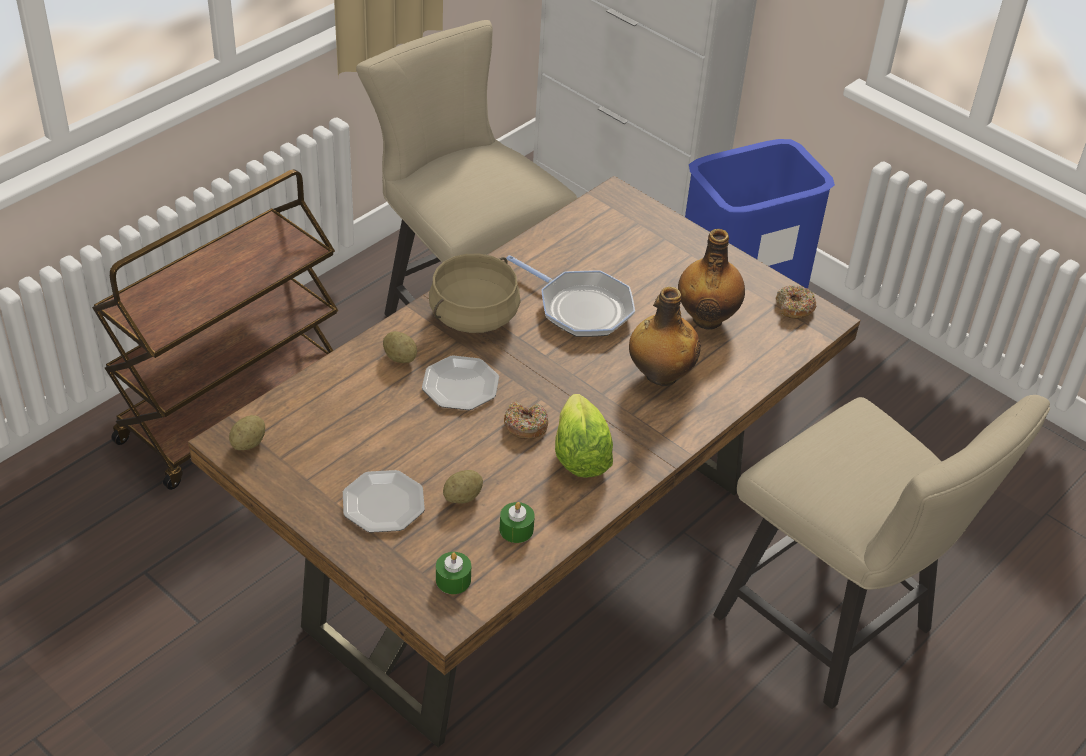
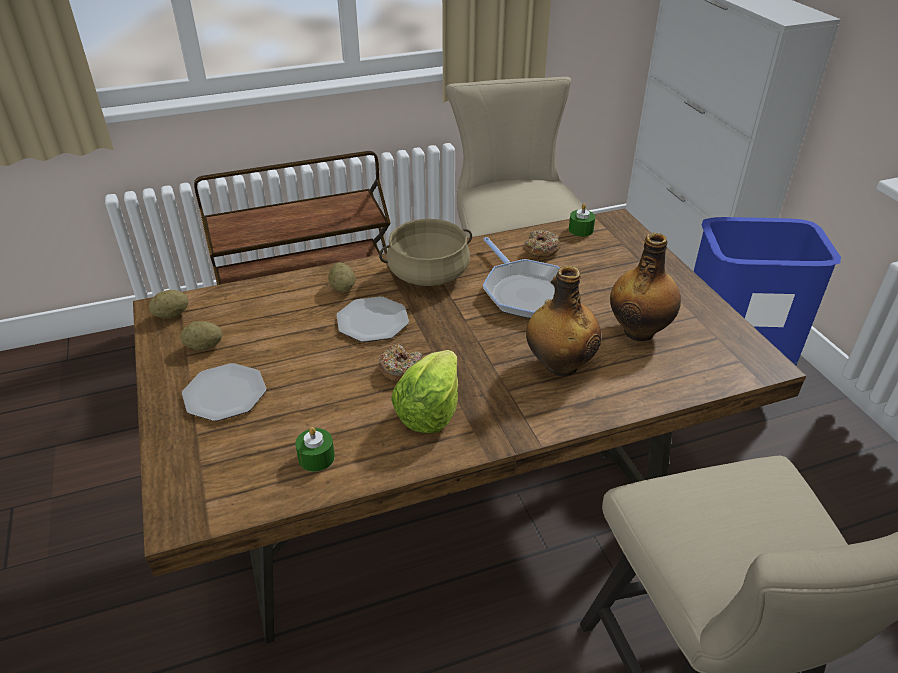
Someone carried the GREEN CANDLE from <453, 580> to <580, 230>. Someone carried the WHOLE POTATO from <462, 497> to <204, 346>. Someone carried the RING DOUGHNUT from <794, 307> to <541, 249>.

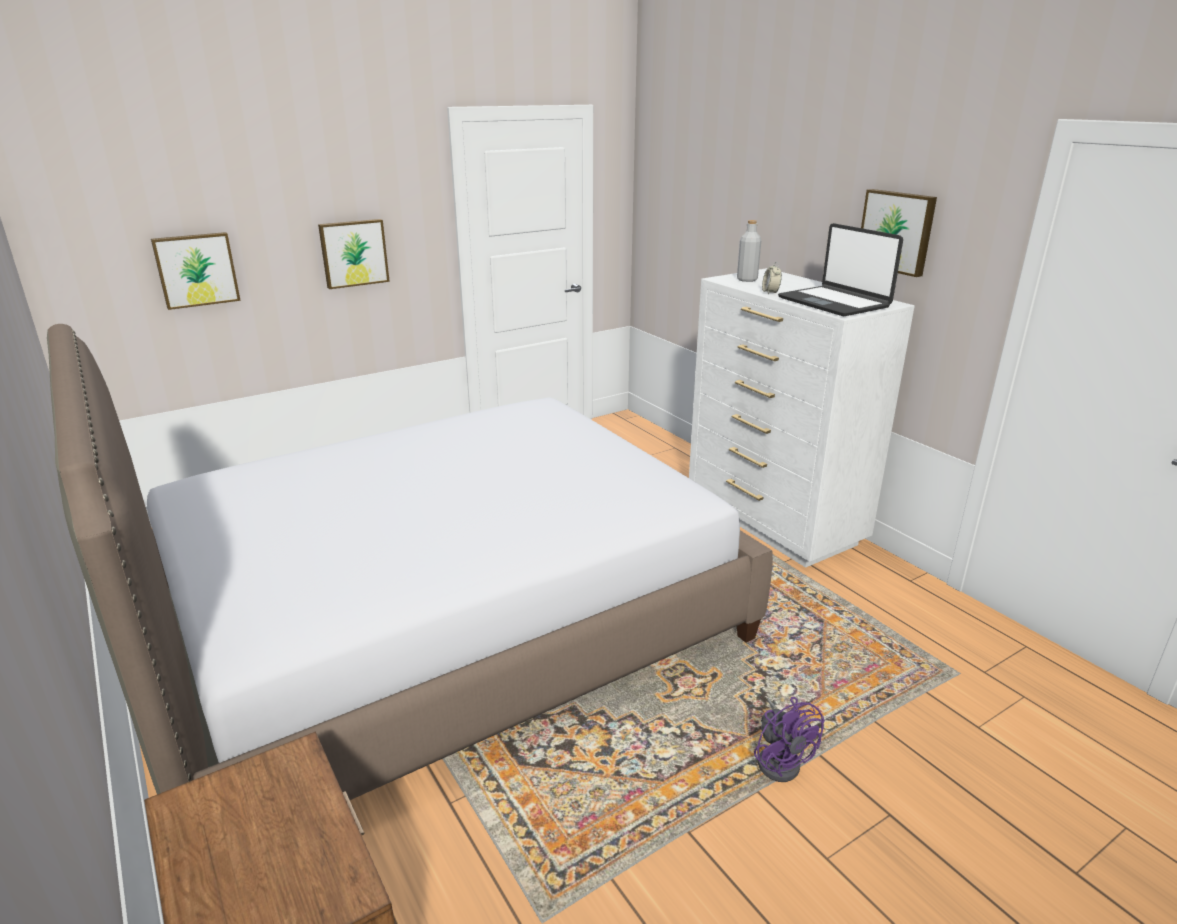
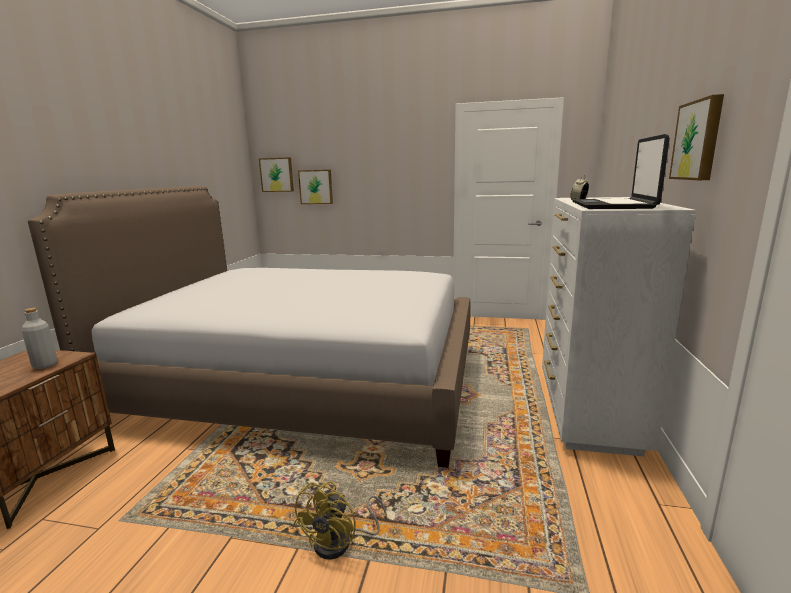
Someone carried the PICTURE from <353, 253> to <277, 175>. Someone carried the GREY BEVERAGE BOTTLE from <747, 279> to <45, 365>. Someone repainted the PURPLE FAN at <780, 759>, which became the YELLOW-COLOURED FAN at <340, 543>.

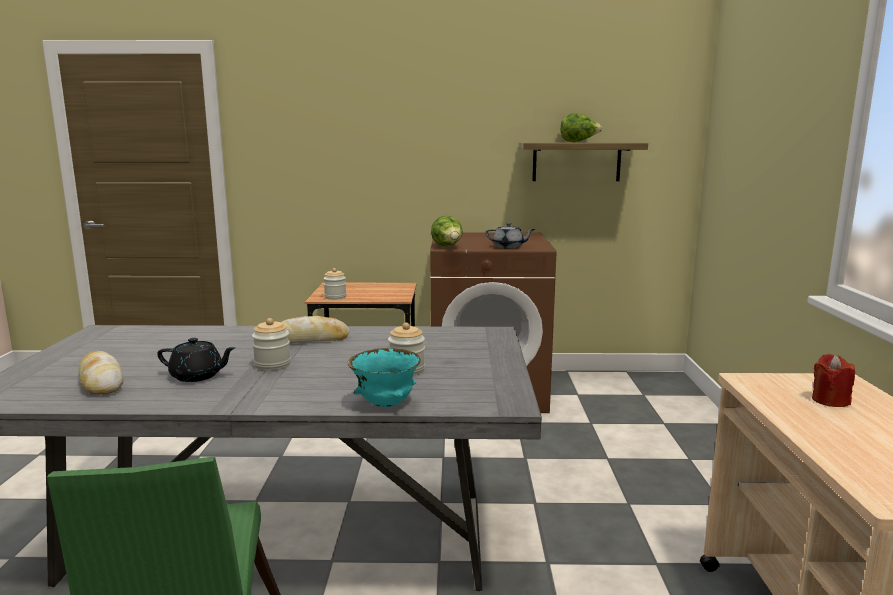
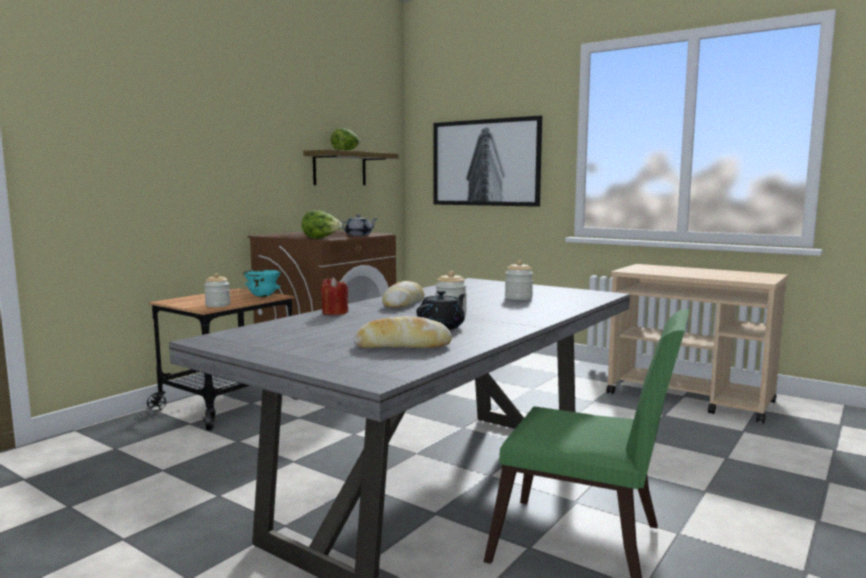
Someone carried the TURQUOISE-COLOURED BOWL from <385, 404> to <262, 297>. Someone carried the RED CANDLE from <830, 400> to <334, 313>. Someone put up the PICTURE at <485, 162>.

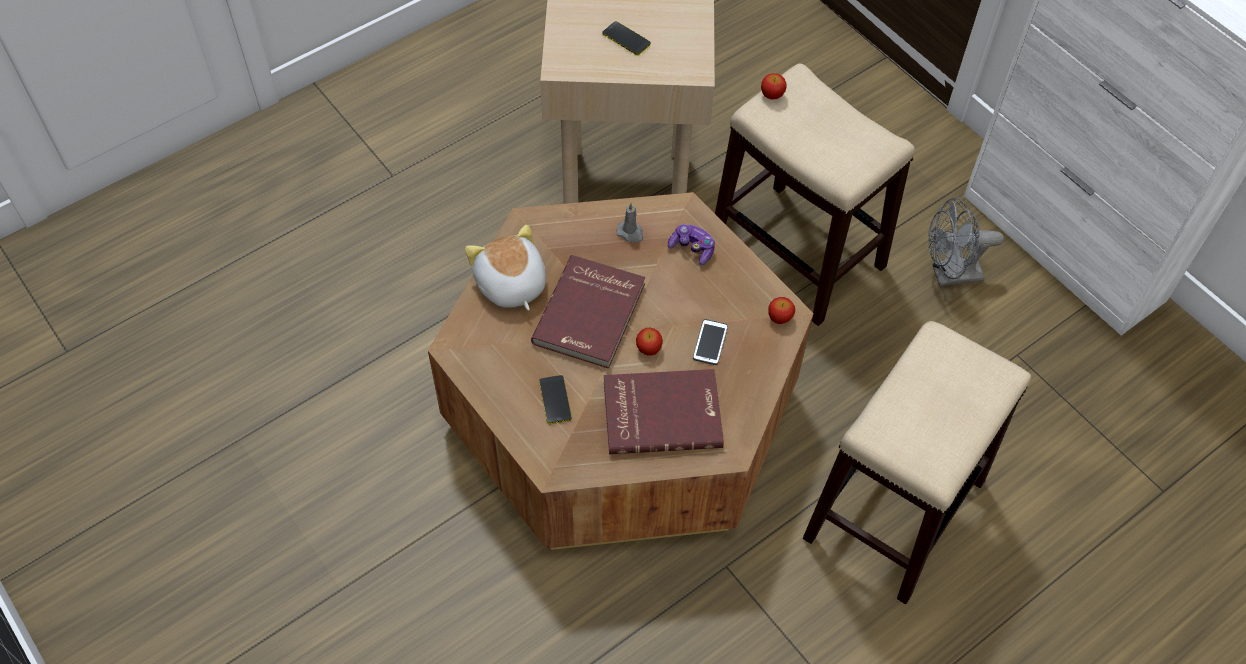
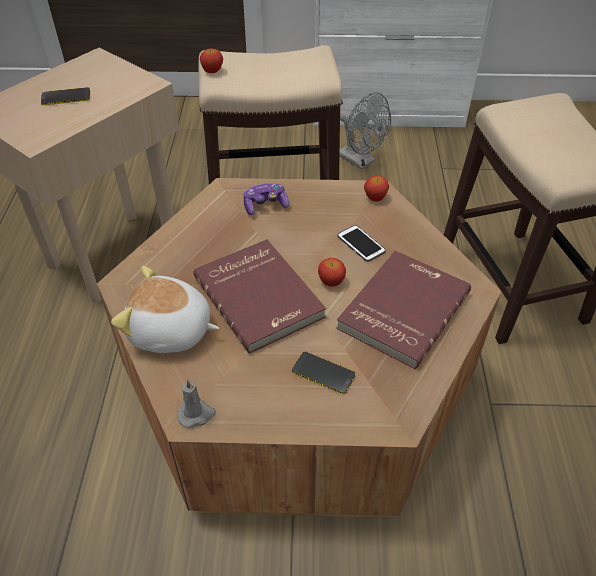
Someone carried the GREY CANDLE from <631, 233> to <196, 414>. Someone rotated the GREY FAN at <949, 275> by 75 degrees counterclockwise.

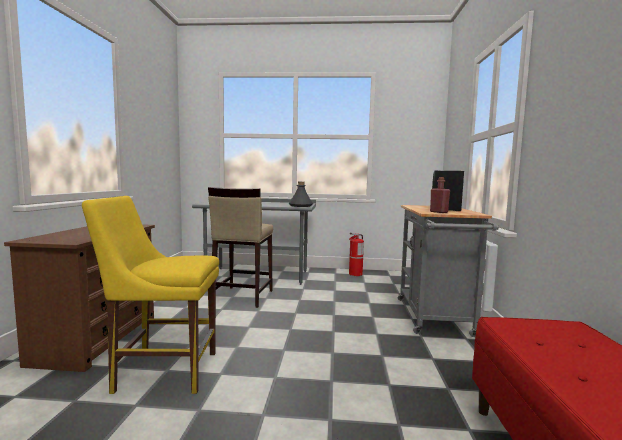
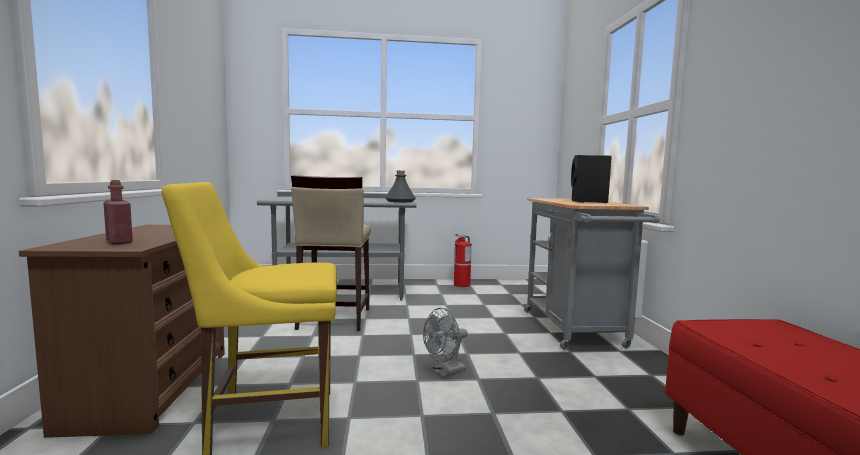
Someone carried the RED BEVERAGE BOTTLE from <438, 212> to <119, 242>. Someone put down the GREY FAN at <445, 372>.

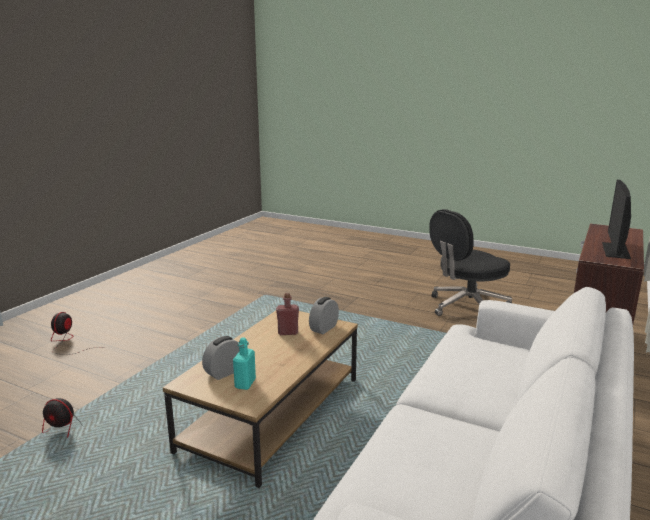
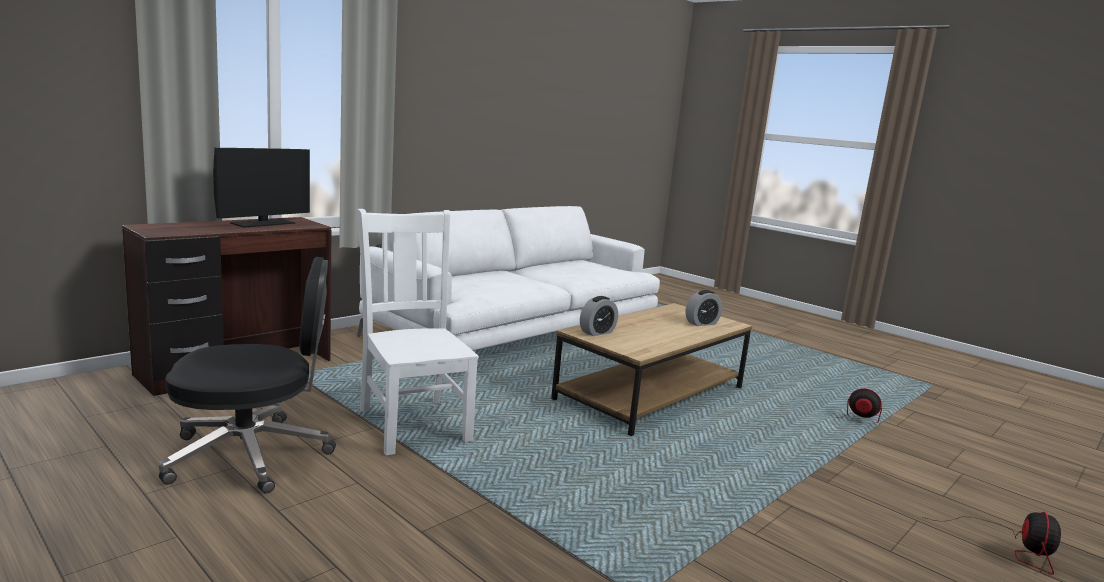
Someone took away the TURQUOISE-COLOURED BEVERAGE BOTTLE at <245, 384>. Someone took away the RED BEVERAGE BOTTLE at <288, 332>. Someone put down the WHITISH CHAIR at <413, 423>.

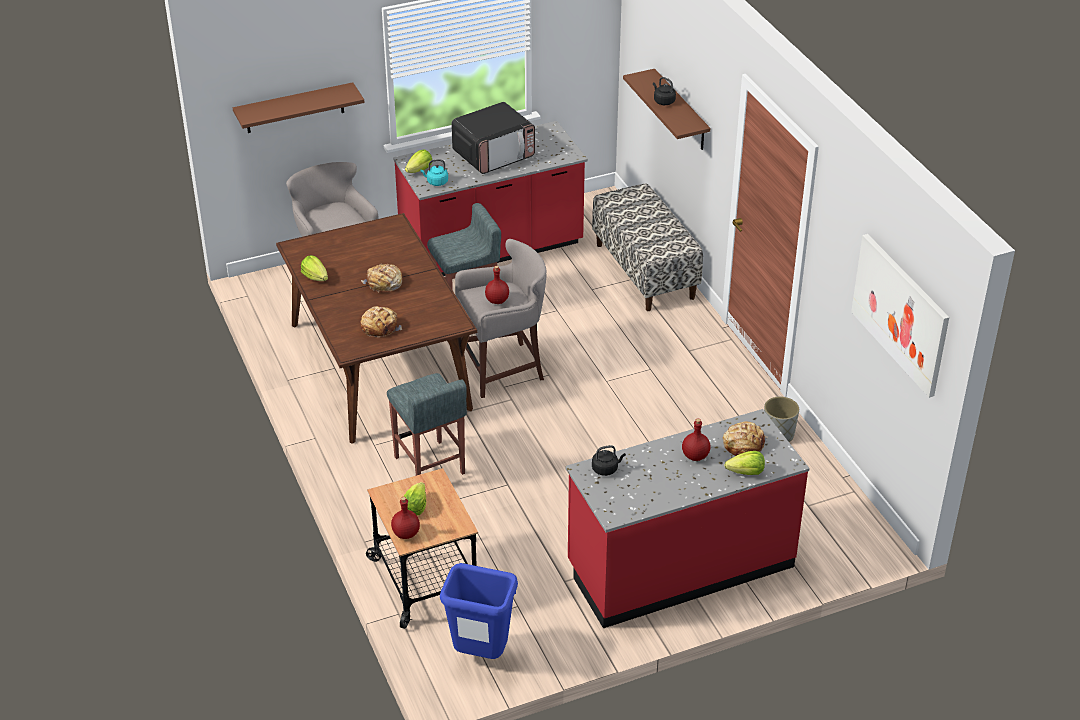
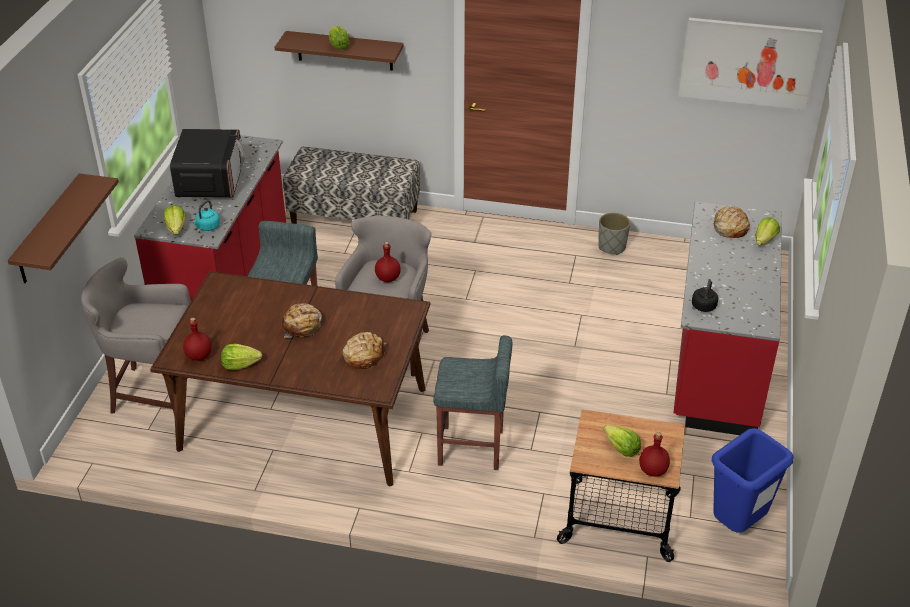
Someone swapped the BLACK TEA KETTLE at <663, 101> for the LETTUCE at <338, 45>. Someone carried the RED BEVERAGE BOTTLE from <694, 456> to <199, 356>.

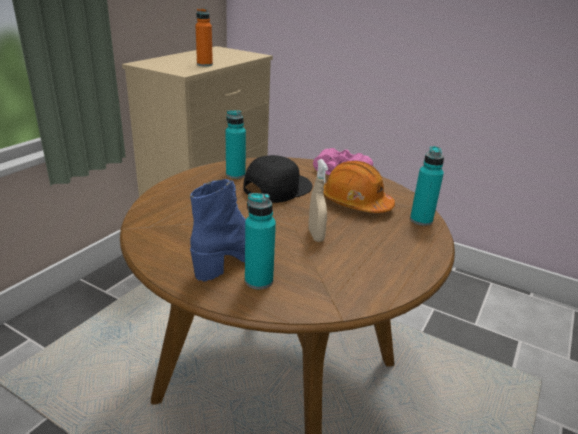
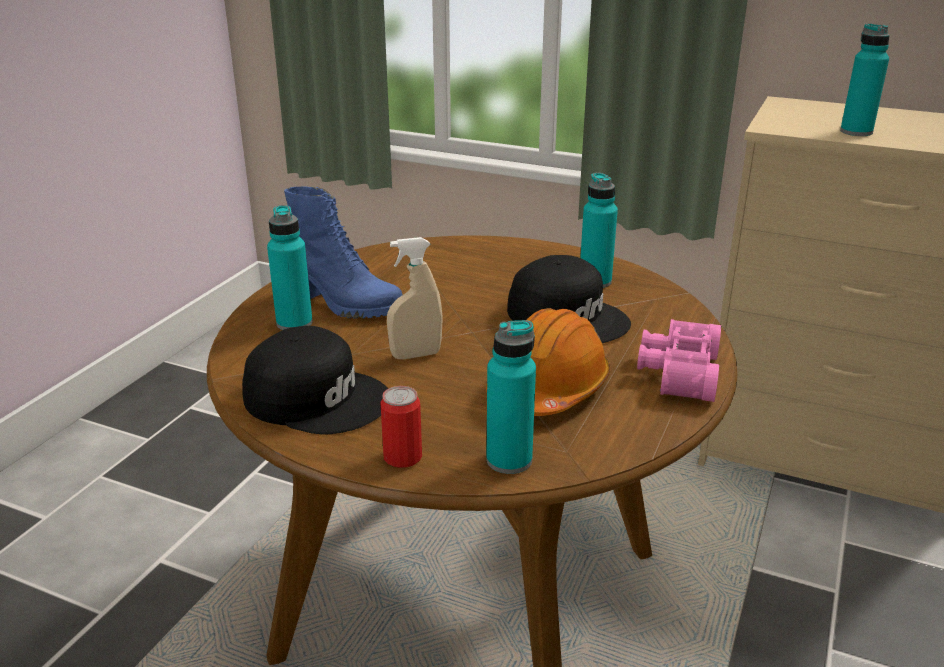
Someone repainted the ORANGEY BEVERAGE BOTTLE at <204, 65>, which became the TURQUOISE-COLOURED BEVERAGE BOTTLE at <856, 132>. Someone put down the BLACK BASEBALL CAP at <317, 397>. Someone put down the METAL CAN at <402, 457>.

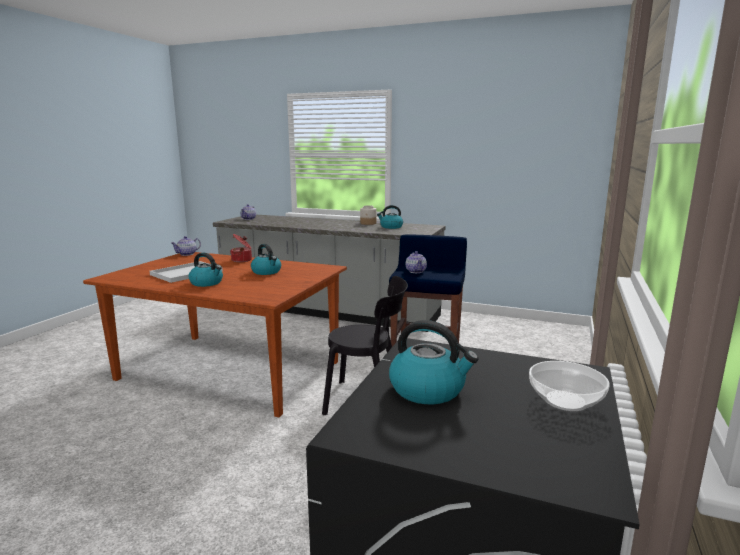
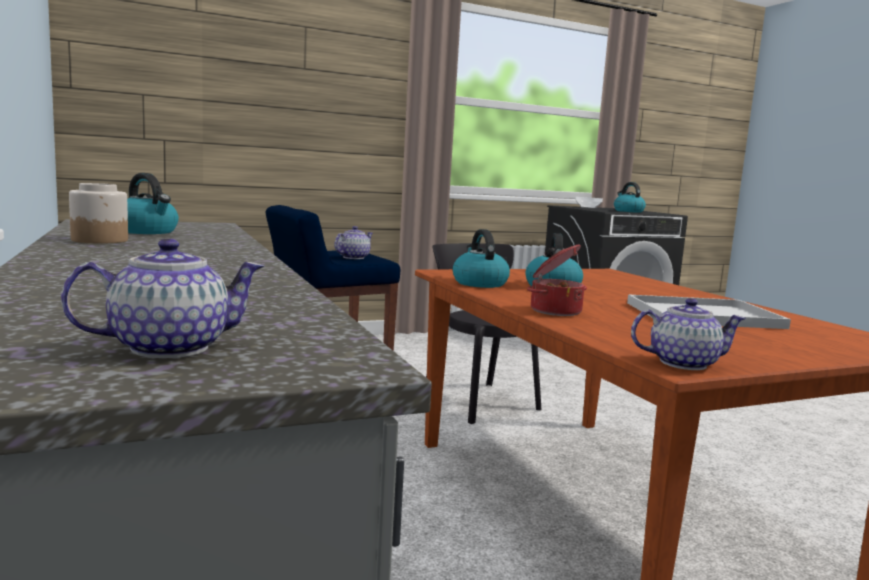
Someone carried the TEA KETTLE from <207, 283> to <479, 283>.

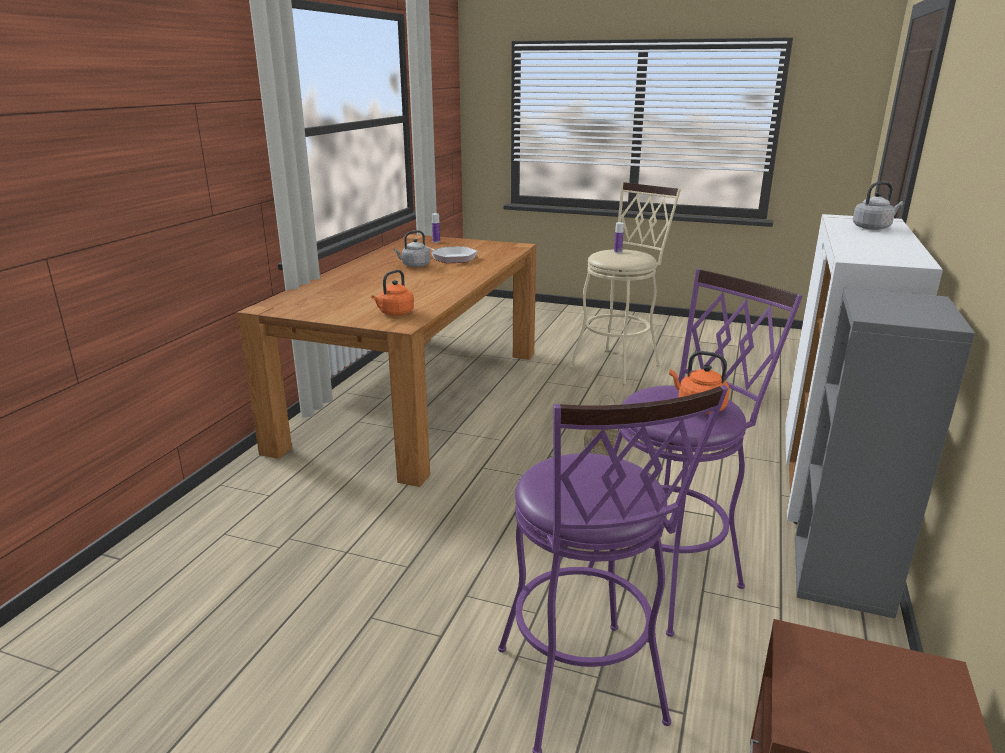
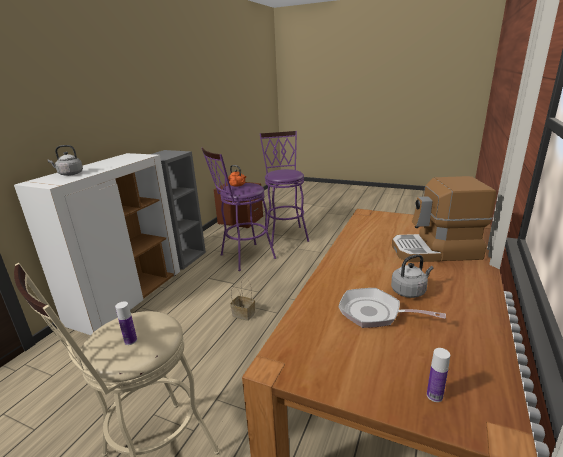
Someone took away the ORANGEY TEA KETTLE at <395, 313>. Someone put down the COFFEE MAKER at <435, 251>.

